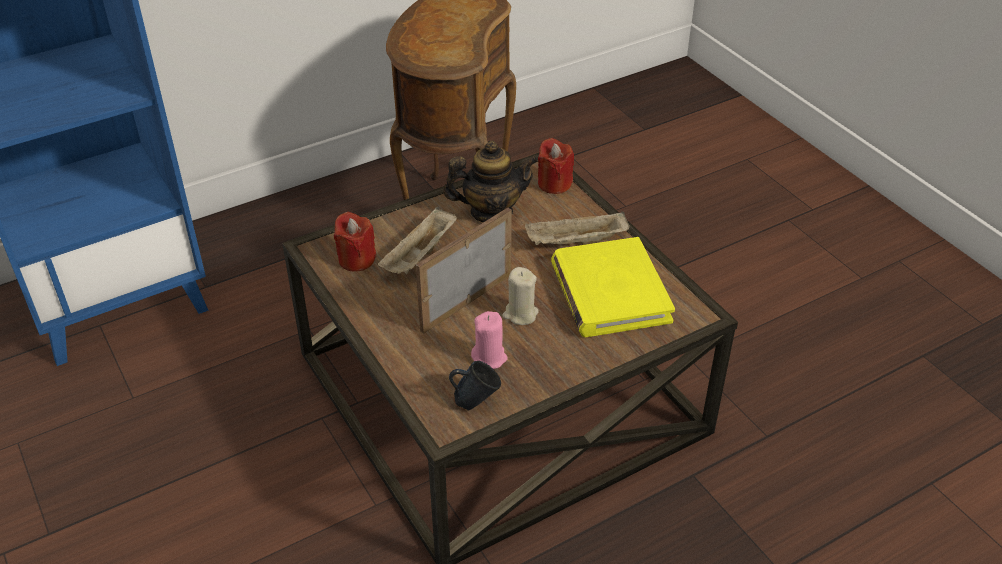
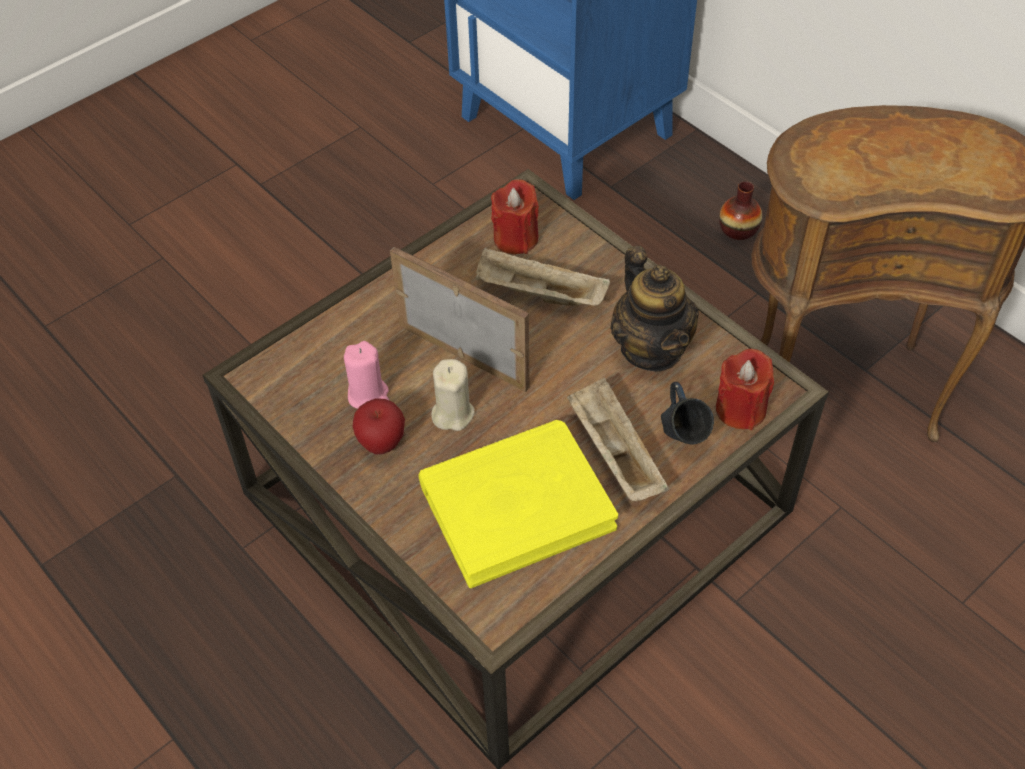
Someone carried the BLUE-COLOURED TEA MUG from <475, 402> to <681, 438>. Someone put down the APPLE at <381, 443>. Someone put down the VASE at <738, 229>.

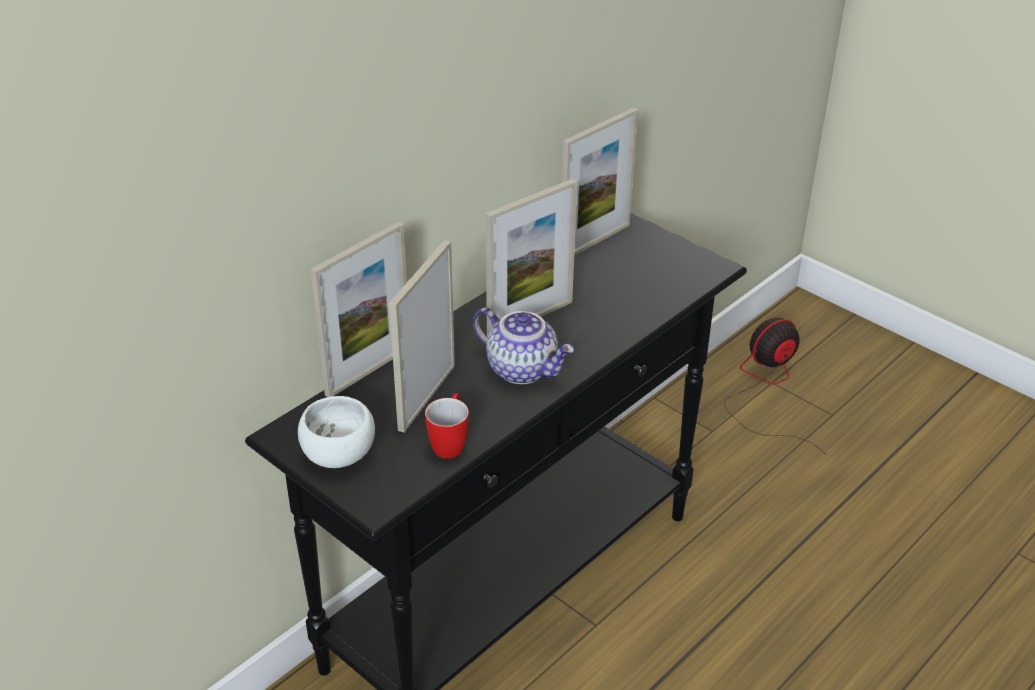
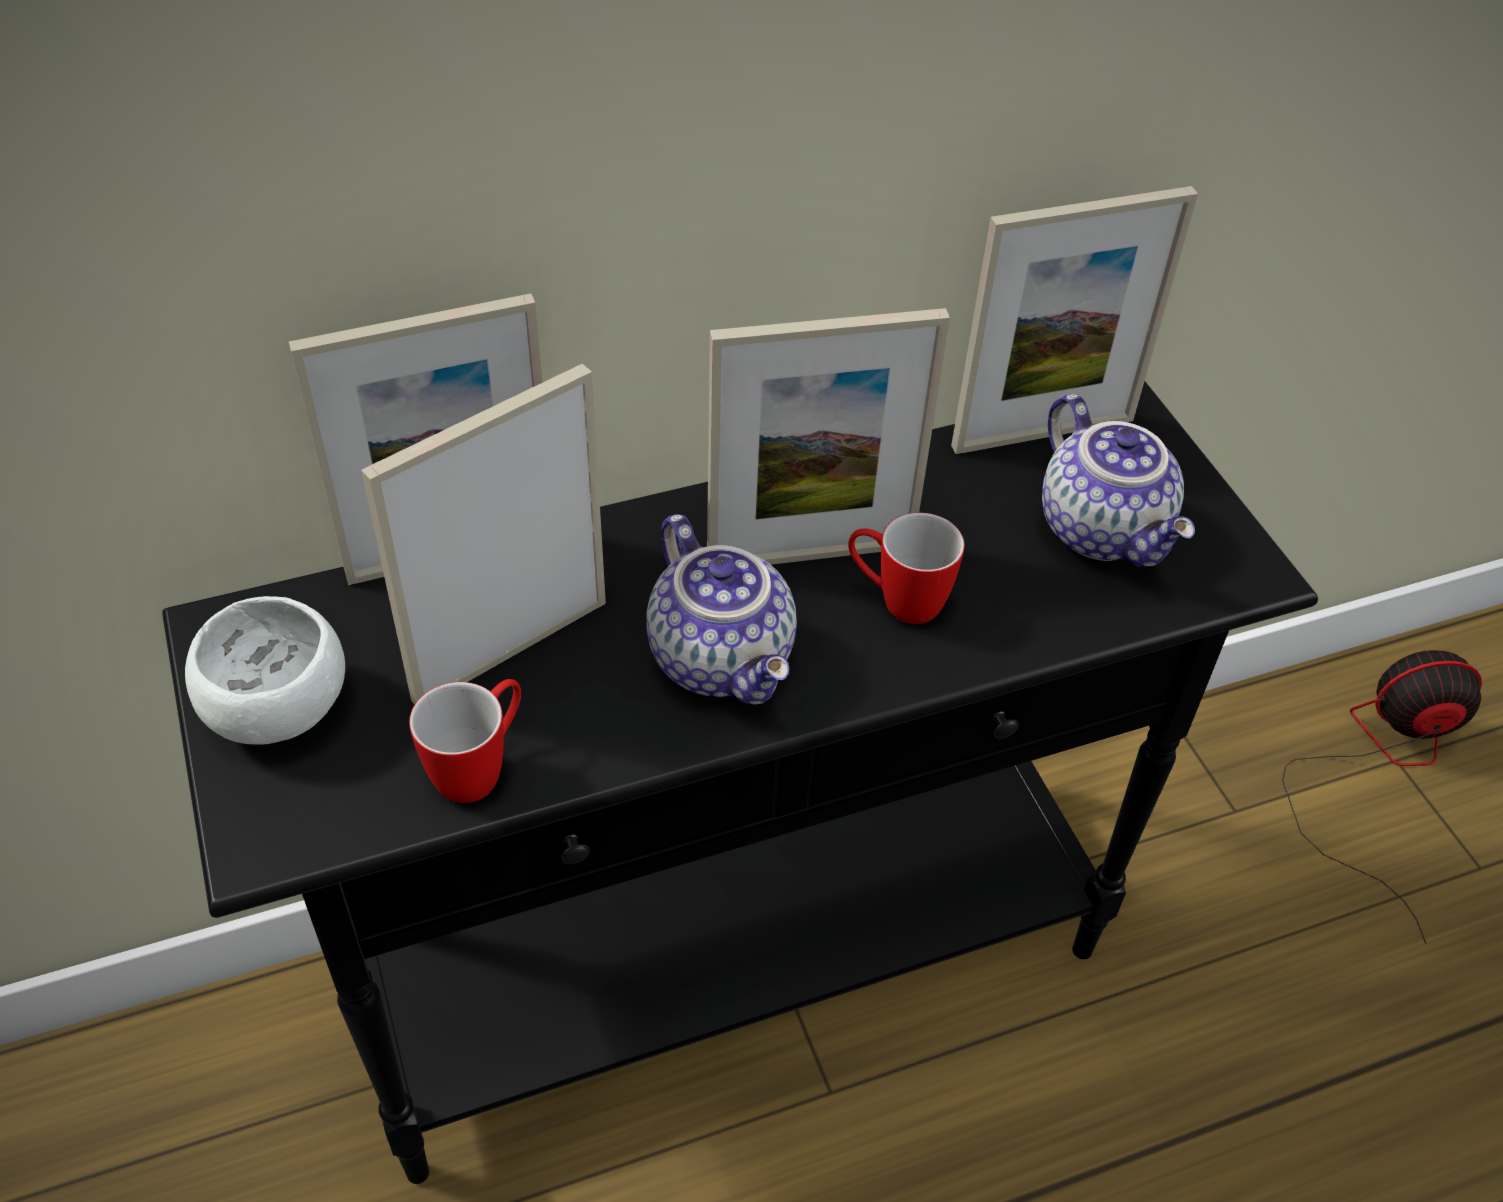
Someone put down the TEA MUG at <896, 601>. Someone put down the TEA POT at <1105, 530>.

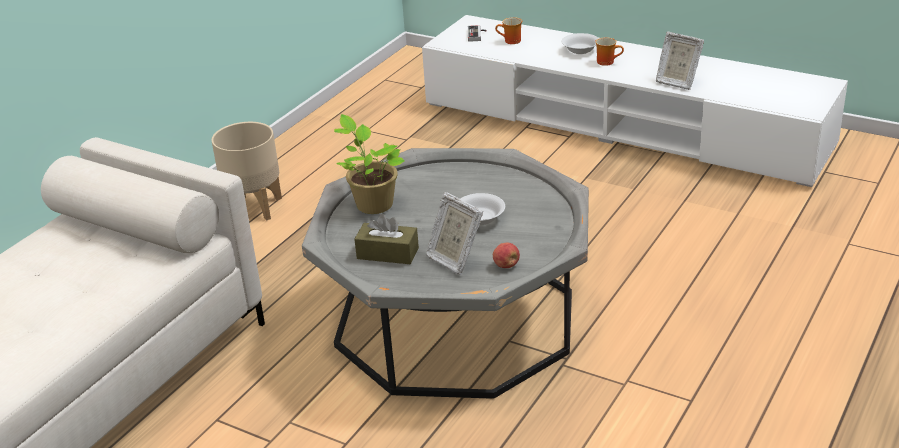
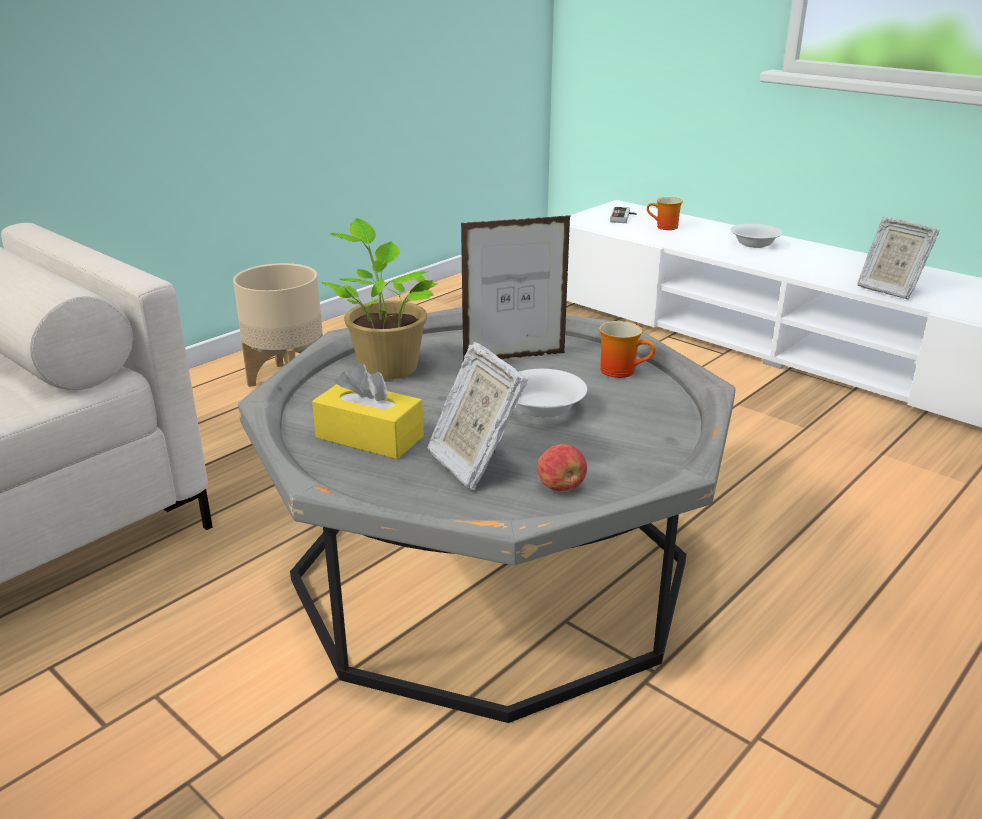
Someone repainted the BROWN TISSUE HOLDER at <387, 253>, which became the YELLOW-COLOURED TISSUE HOLDER at <369, 437>. Someone carried the TEA MUG from <607, 61> to <622, 370>. Someone put down the STANDING FRAME at <514, 358>.

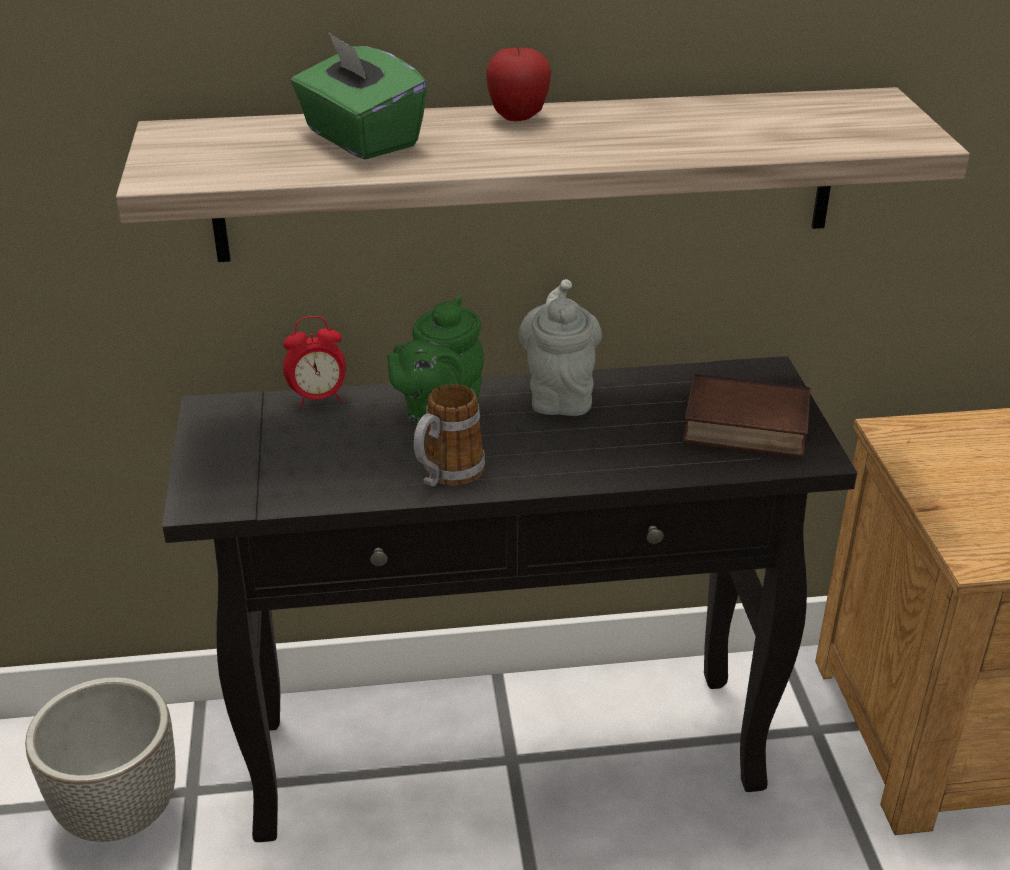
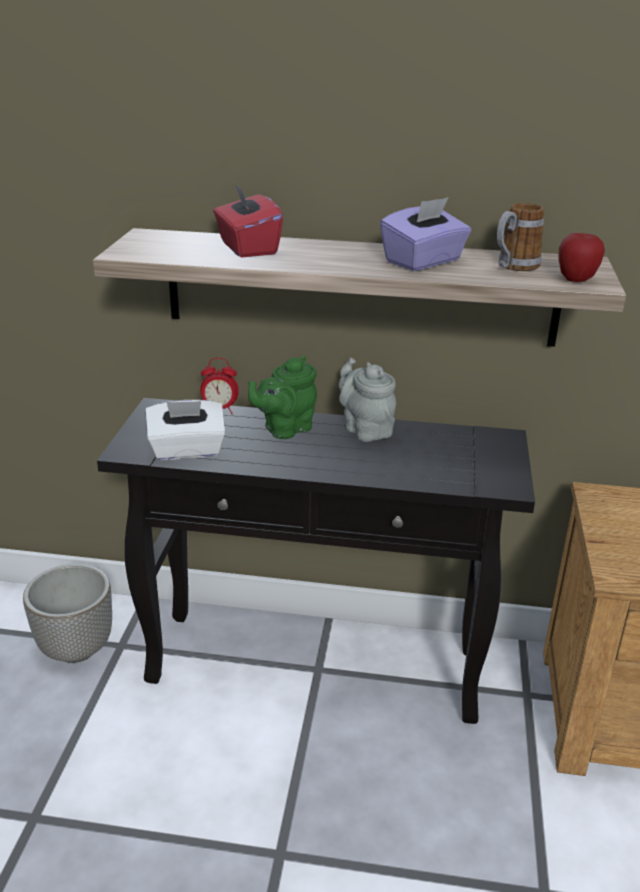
Someone repainted the GREEN TISSUE HOLDER at <360, 139>, which became the RED TISSUE HOLDER at <247, 248>. Someone carried the TEA MUG from <446, 475> to <513, 267>. Someone carried the APPLE from <518, 118> to <576, 280>. Someone rotated the GREY TEA POT at <559, 394> by 45 degrees counterclockwise. Someone took away the VOLUME at <743, 429>. Someone put down the WHITISH TISSUE HOLDER at <187, 451>. Someone put down the PURPLE TISSUE HOLDER at <423, 262>.

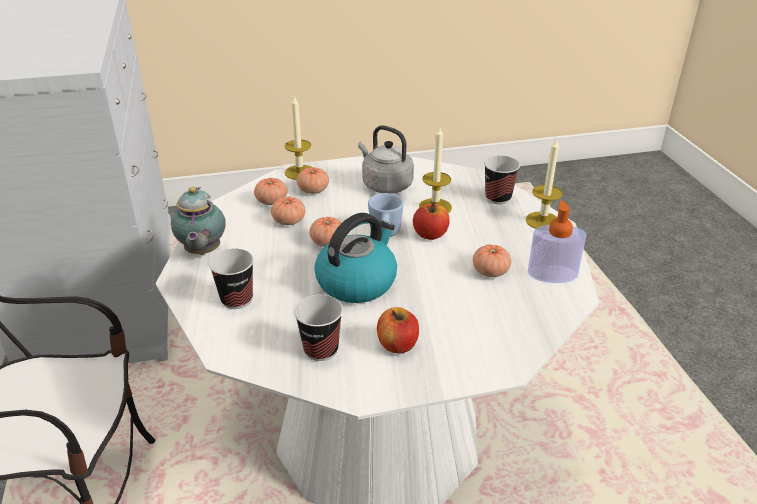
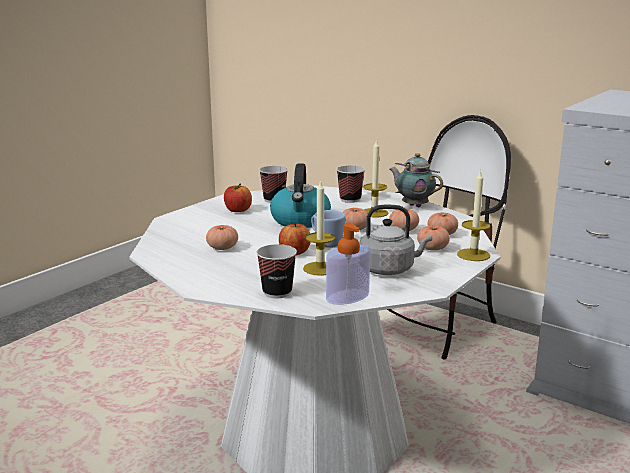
Someone carried the CANDLE from <542, 221> to <374, 213>. Someone carried the LIQUID SOAP BOTTLE from <552, 274> to <347, 297>.

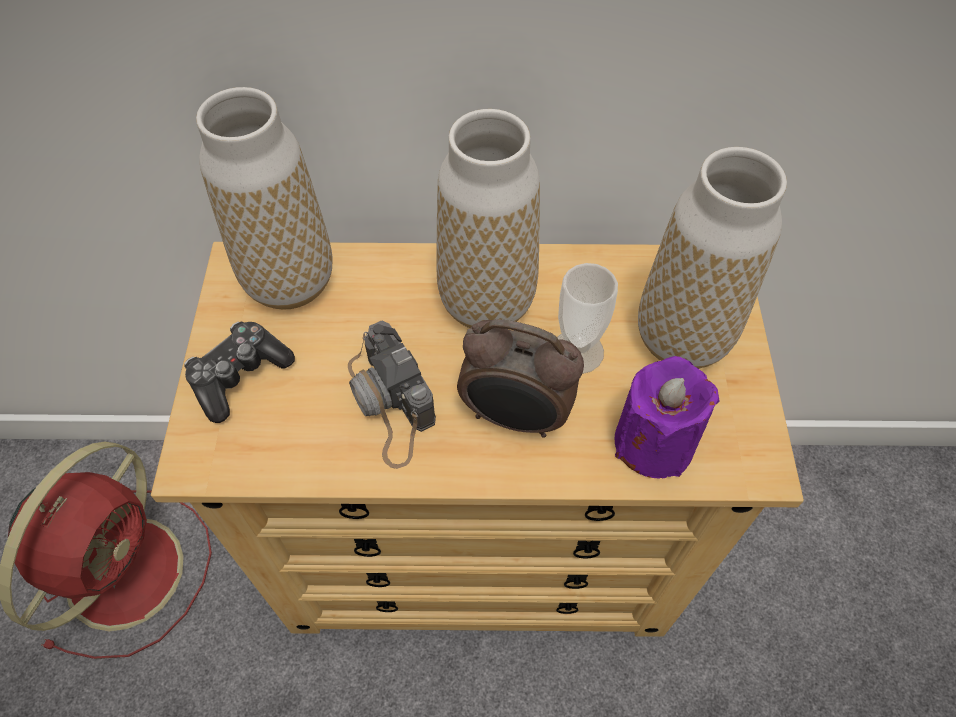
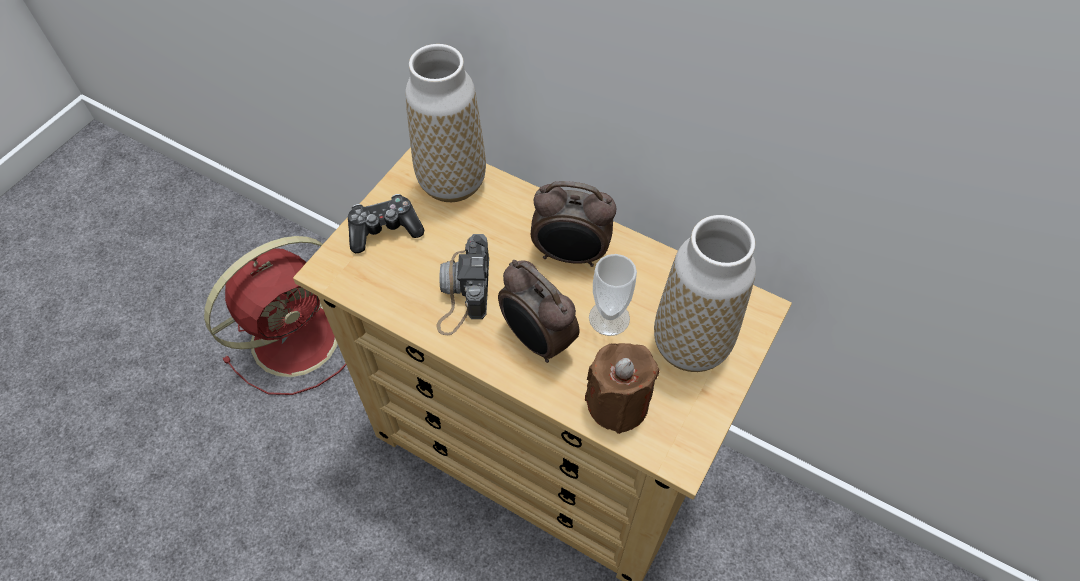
Someone swapped the VASE at <486, 302> for the ALARM CLOCK at <570, 256>. Someone repainted the PURPLE CANDLE at <654, 442>, which became the BROWN CANDLE at <618, 403>.

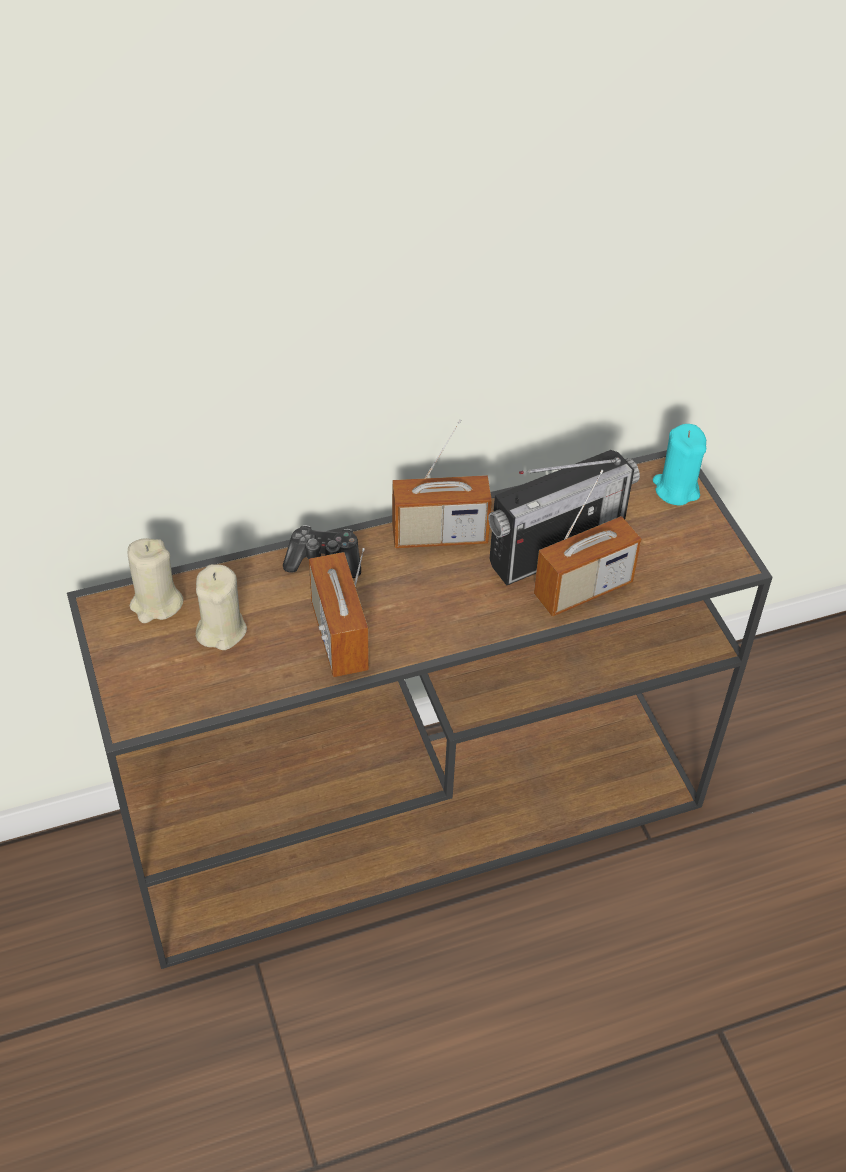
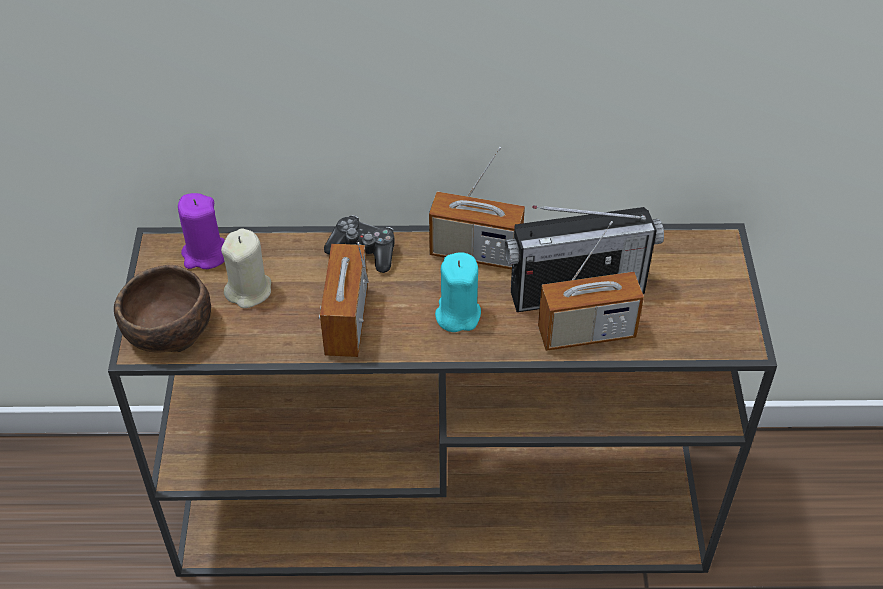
Someone repainted the BEIGE CANDLE at <156, 603>, which became the PURPLE CANDLE at <205, 254>. Someone carried the TURQUOISE-COLOURED CANDLE from <676, 489> to <457, 314>. Someone put down the BROWN BOWL at <166, 329>.

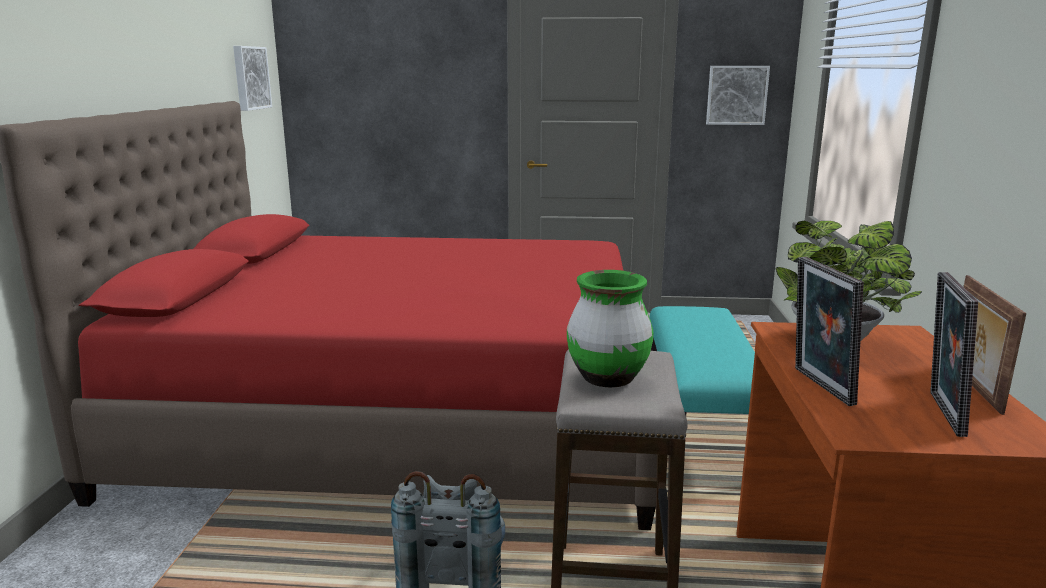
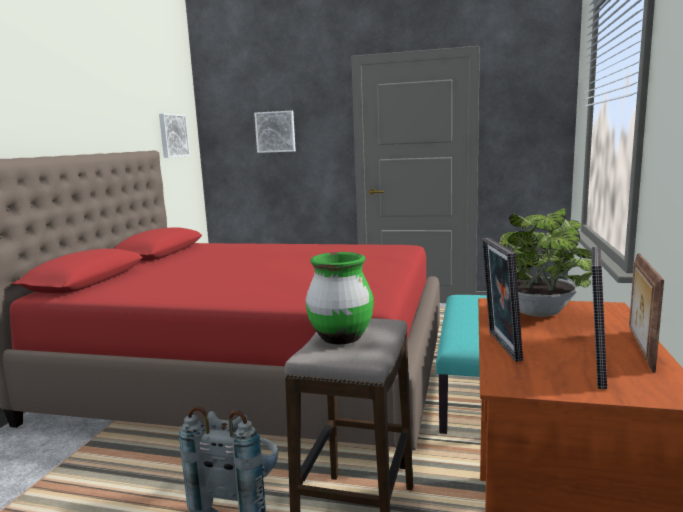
Someone carried the PICTURE from <736, 95> to <275, 132>.

